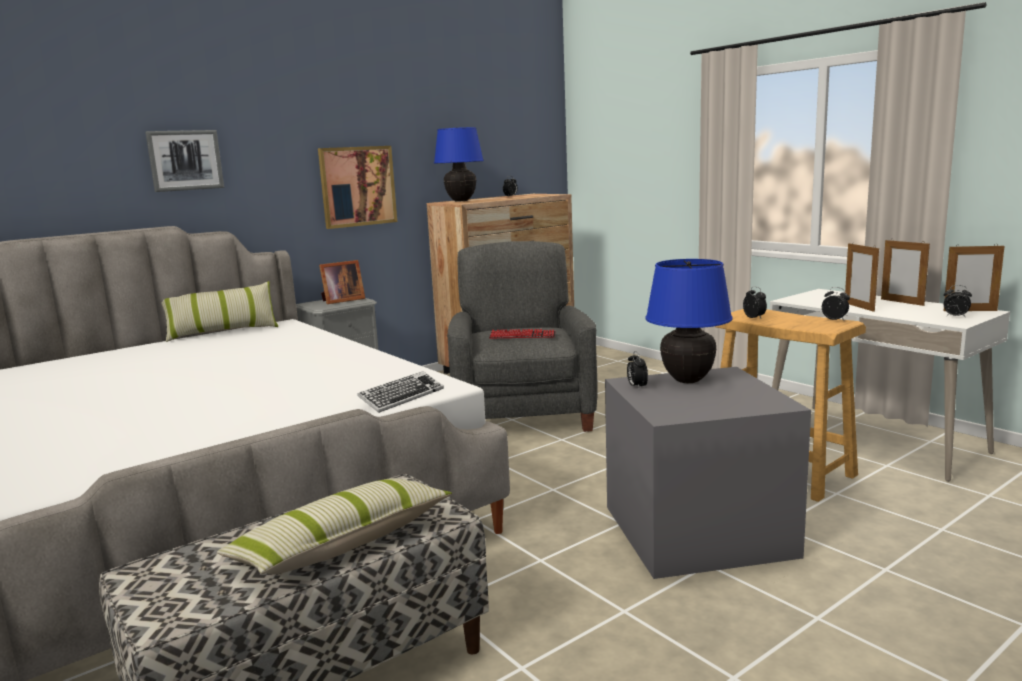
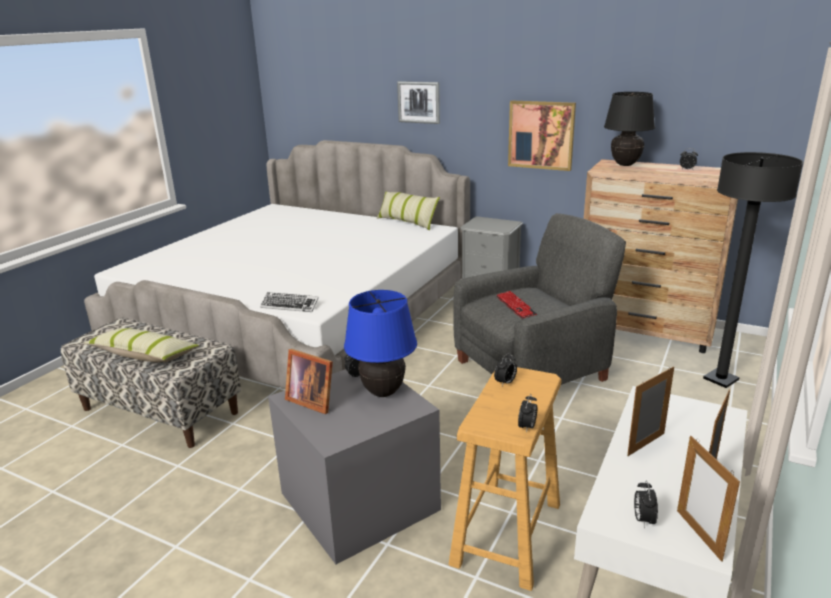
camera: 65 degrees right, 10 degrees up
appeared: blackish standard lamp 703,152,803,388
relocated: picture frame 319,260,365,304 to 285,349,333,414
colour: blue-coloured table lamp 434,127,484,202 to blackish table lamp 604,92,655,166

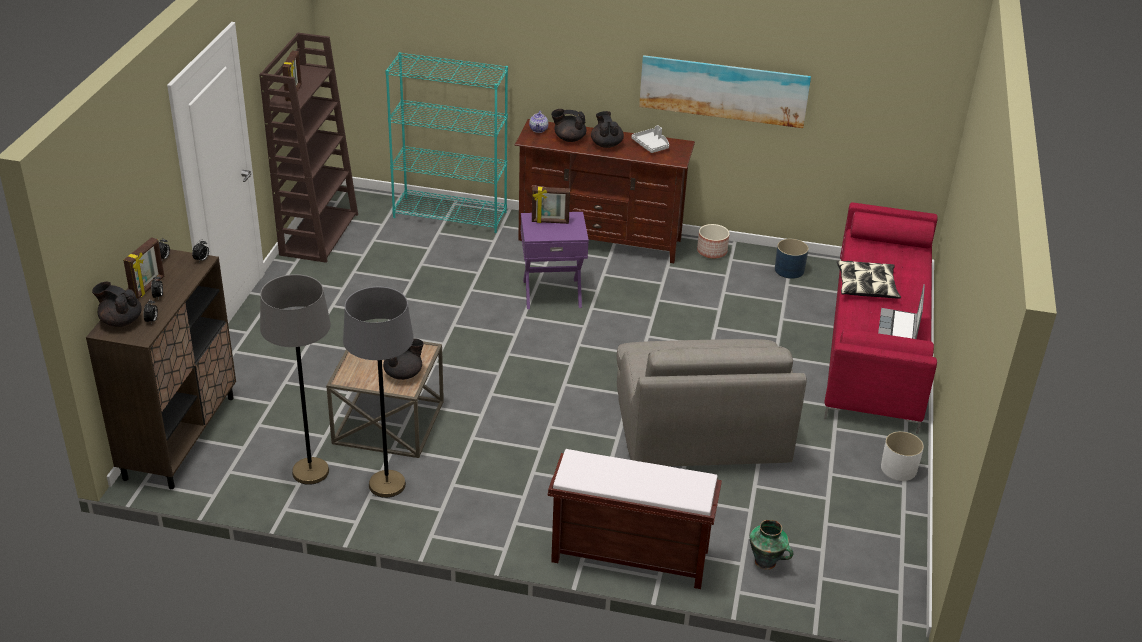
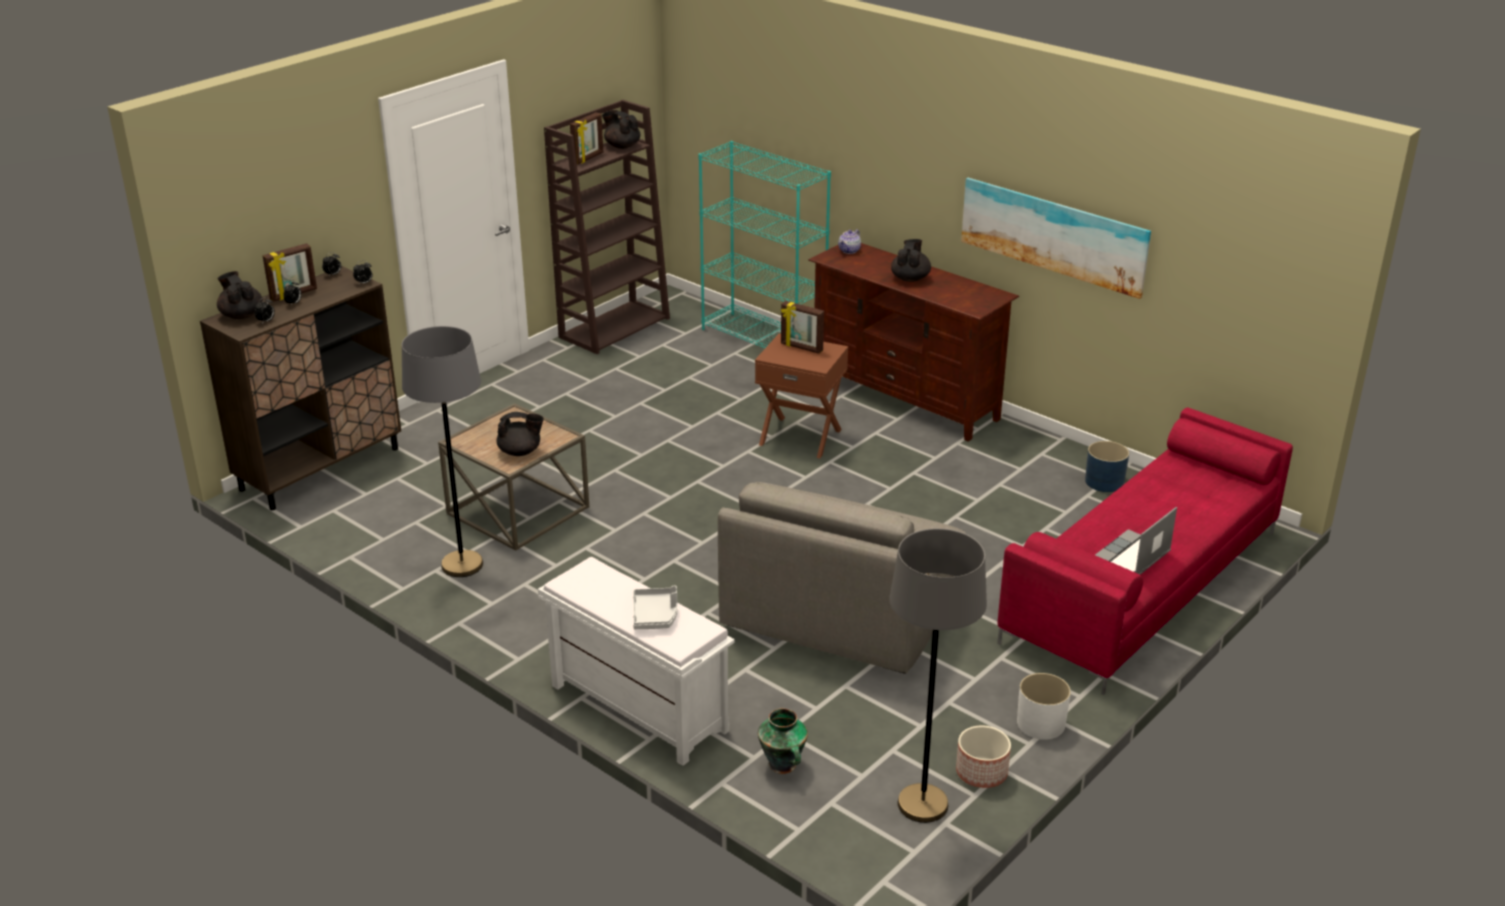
camera: 30 degrees right, 5 degrees down
missing: pillow 837,260,901,298
relocated: blackish pot for tea 551,109,586,142 to 602,110,640,149; greyish carrying tray 631,125,669,153 to 633,586,678,629; greyish standard lamp 260,274,331,485 to 889,528,987,823; flower pot 697,224,730,259 to 956,725,1011,788
colour: brown bench 548,449,722,589 to white bench 538,557,735,766; purplish end table 521,212,589,309 to brown end table 755,333,848,459

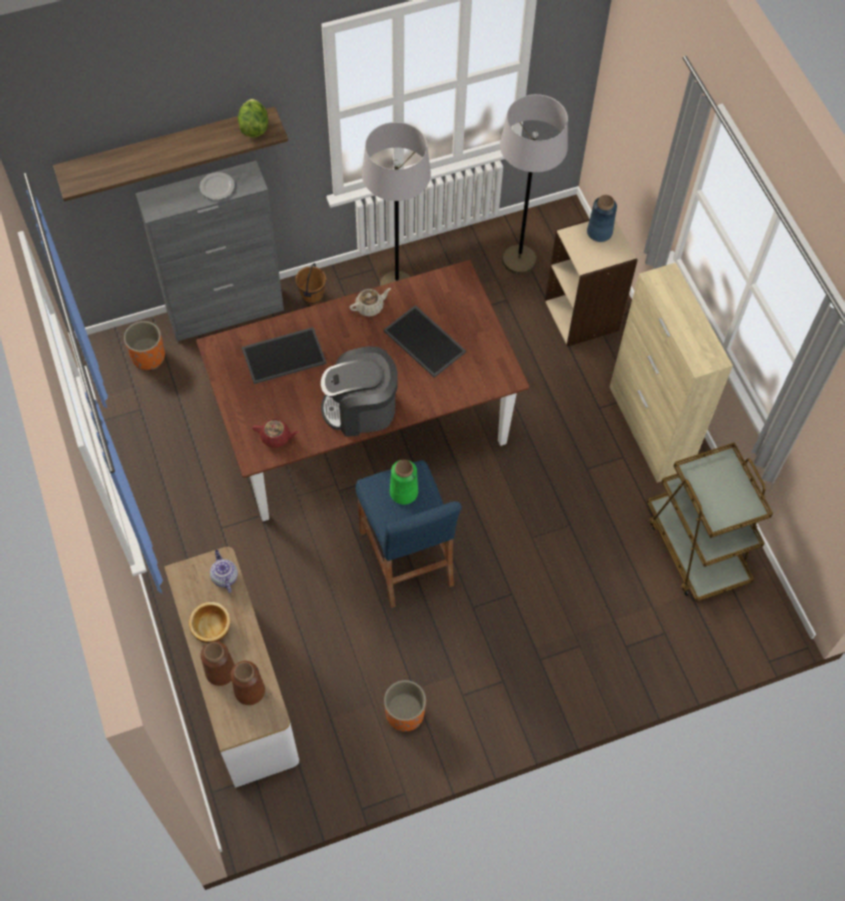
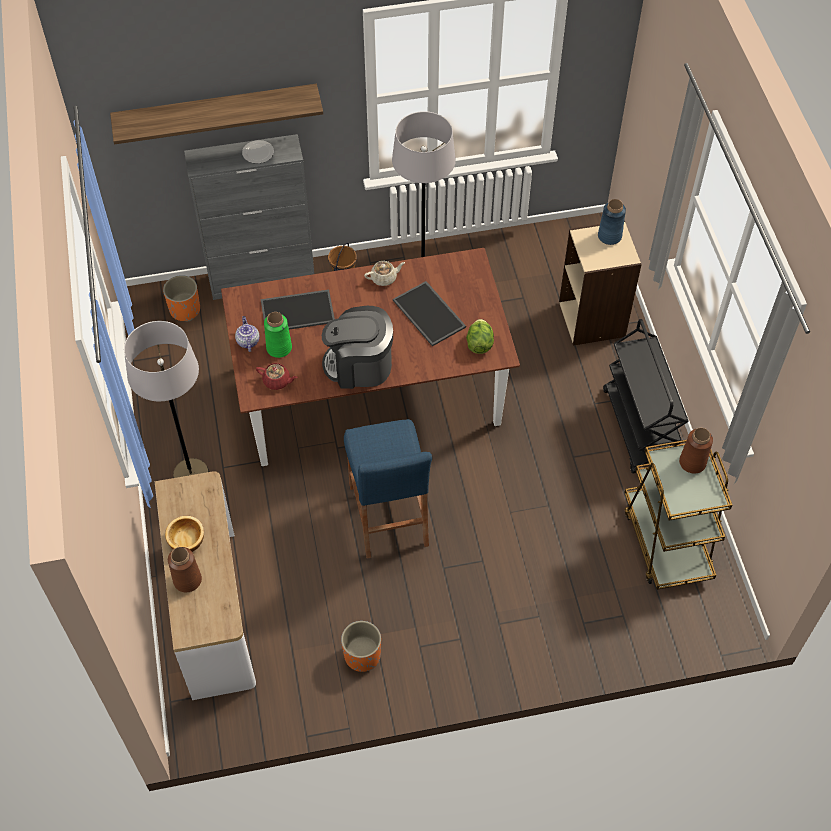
camera: 10 degrees right, 5 degrees down
relocated: greyish standard lamp 500,94,568,274 to 124,321,209,478; pot for tea 210,550,238,593 to 235,316,260,352; green-coloured flower vase 390,460,418,505 to 264,312,292,358; lettuce head 238,99,268,137 to 466,319,494,354; brown flower vase 231,661,265,705 to 679,428,713,474
exchanged: beige-coloured cabinet 609,263,733,483 to blackish cart 603,319,689,474

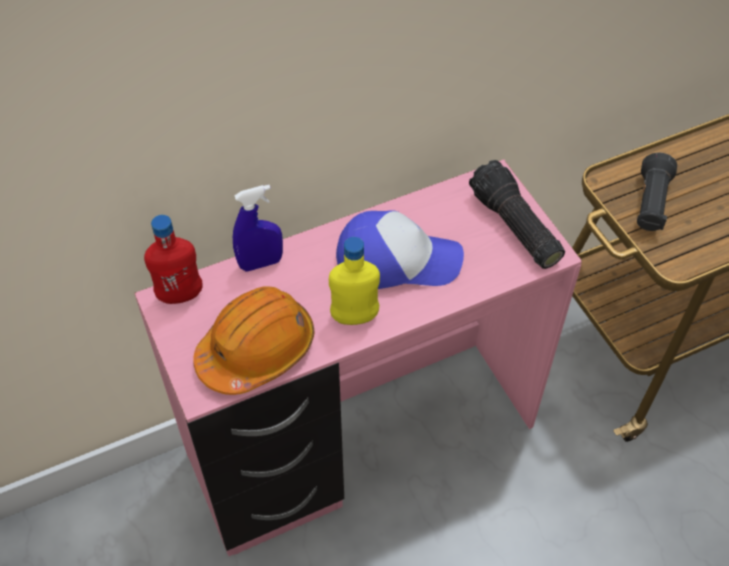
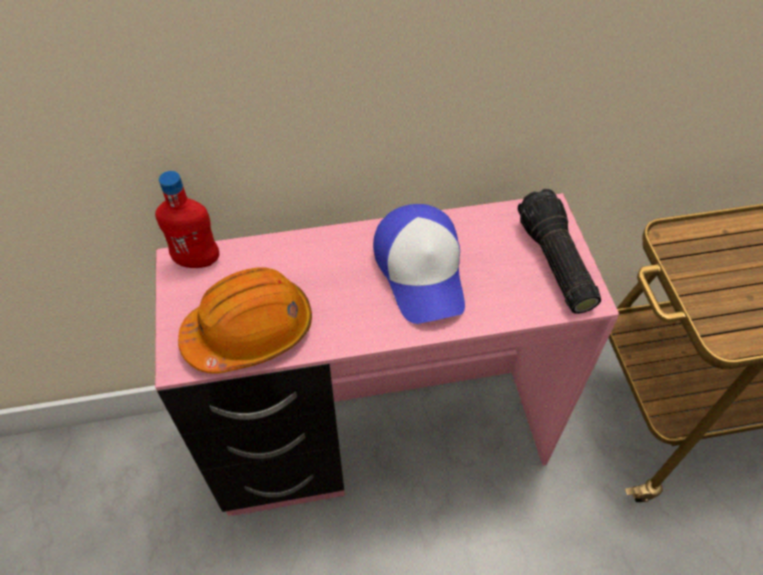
camera: 15 degrees right, 0 degrees up
missing: blue-coloured spray bottle 233,185,283,271; yellow-coloured drink bottle 329,237,380,325; blackish torch 637,153,677,231
spun: peaked cap 336,210,464,289 = 373,204,465,324 60 degrees clockwise

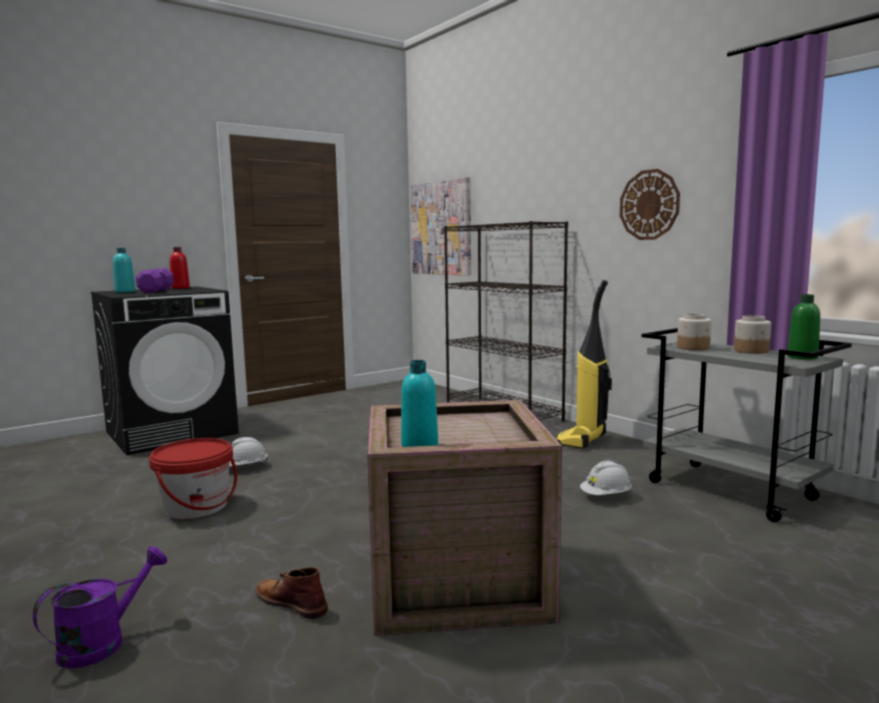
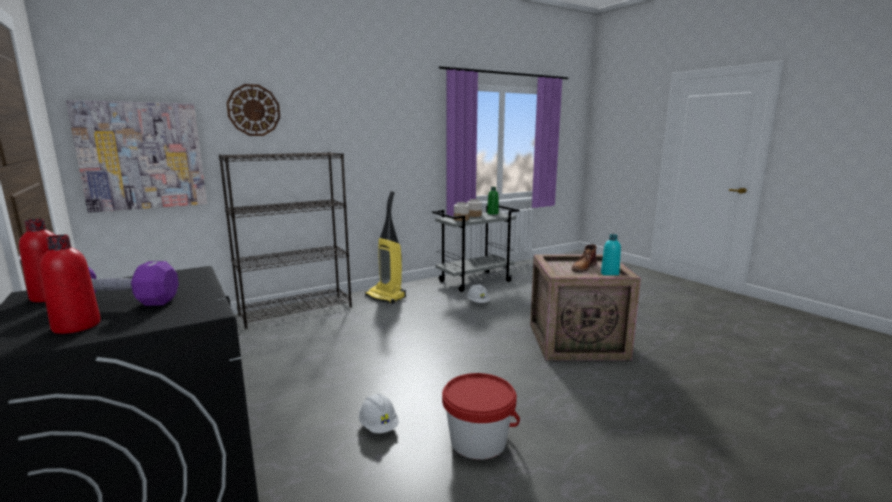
camera: 85 degrees left, 5 degrees up
missing: purplish watering can 33,546,168,668
relocated: wall clock 620,169,680,240 to 226,84,280,136; brown high-top boot 255,567,328,619 to 571,244,597,272
colour: turquoise drink bottle 113,248,135,293 to reddish drink bottle 40,235,101,334

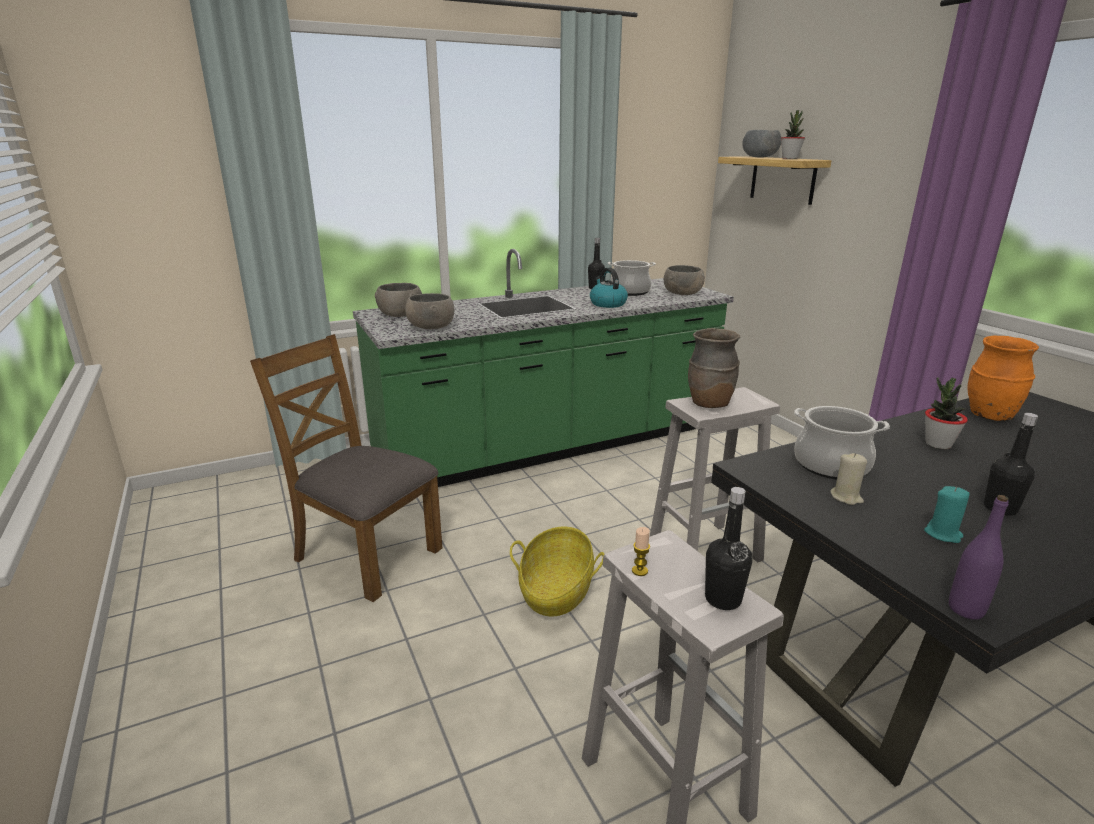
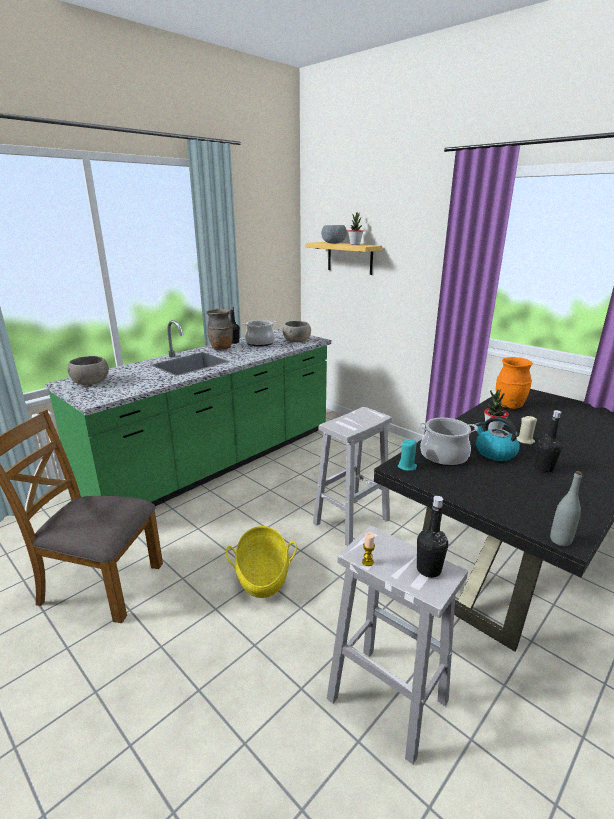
camera: 20 degrees left, 0 degrees up
missing: greyish bowl 405,293,454,329
relocated: brown flower vase 688,328,740,408 to 206,309,233,350; turquoise wax light 924,486,970,543 to 398,440,417,471; kettle 590,268,628,308 to 474,416,520,461; beige-coloured wax light 830,453,867,505 to 517,416,537,445
colour: purplish drink bottle 949,495,1009,620 to greyish drink bottle 550,471,582,546

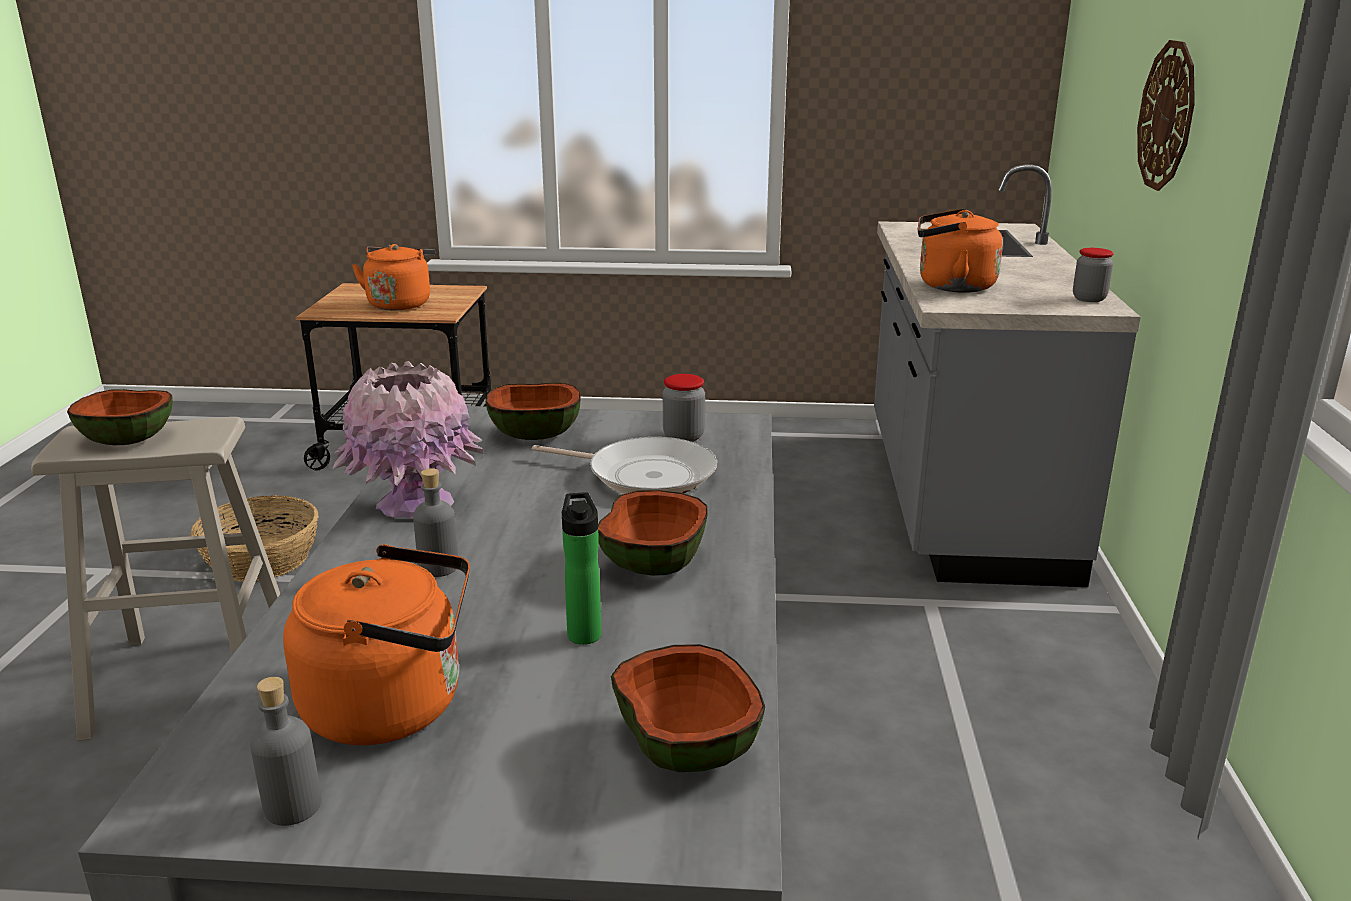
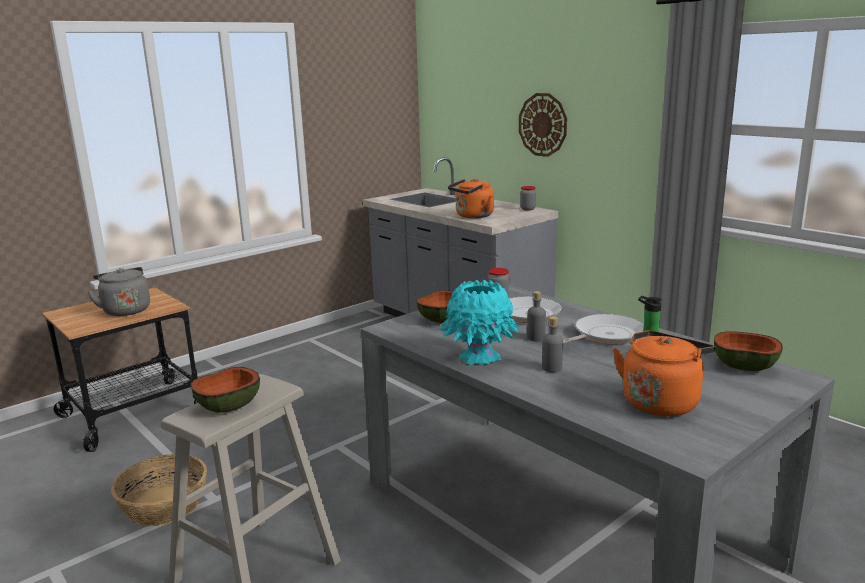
camera: 45 degrees left, 5 degrees down
relocated: greyish drink bottle 250,677,322,826 to 527,291,546,342
exchanged: bowl 598,490,708,576 to pan 563,314,644,345
colour: orange-coloured kettle 352,244,435,311 to greyish kettle 87,267,150,316; pink flower vase 333,361,484,518 to turquoise flower vase 439,280,519,365

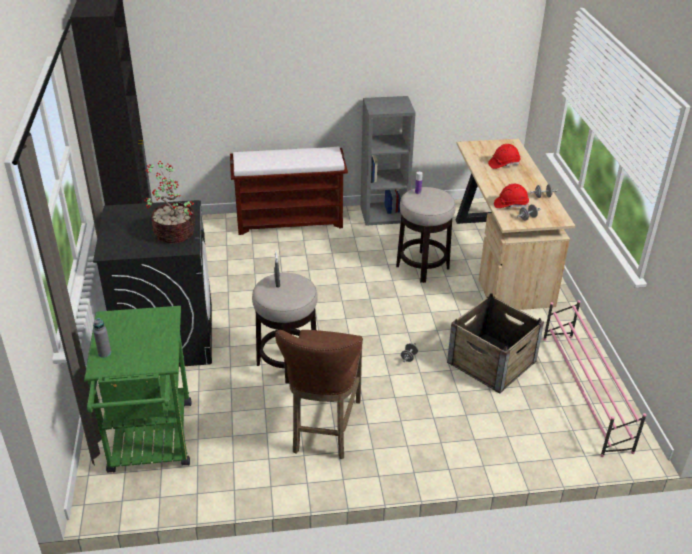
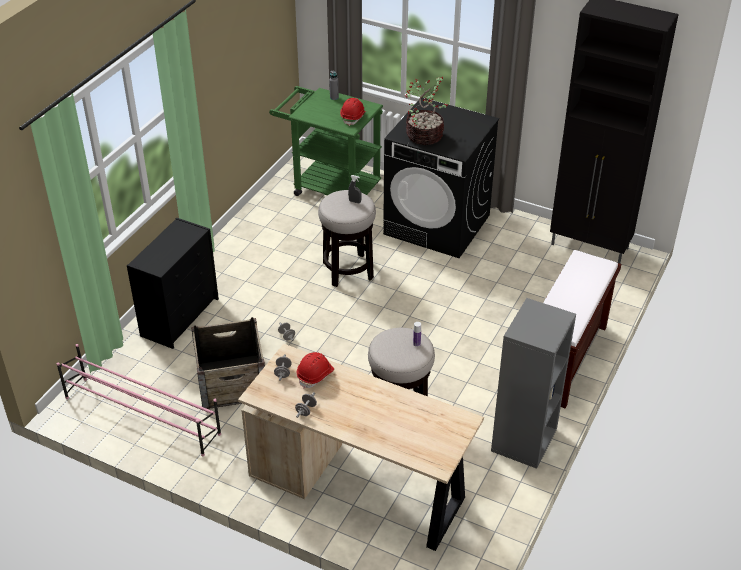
camera: 125 degrees right, 5 degrees up
missing: brown stool 275,330,363,459
appeared: blackish dresser 127,218,219,349
relocated: reddish hard hat 488,144,520,169 to 340,98,366,126

